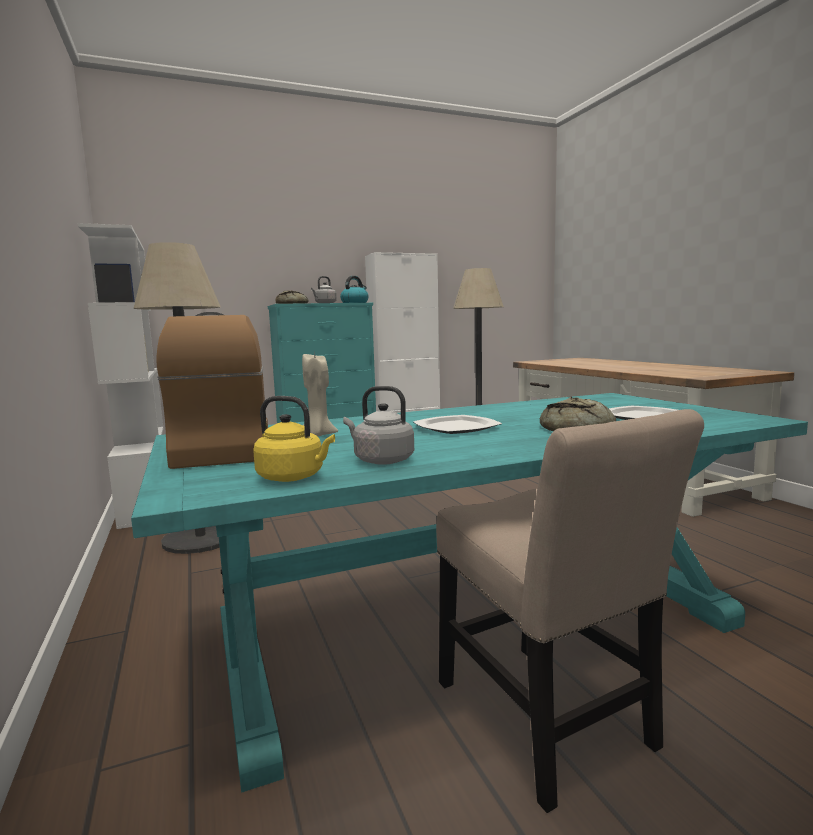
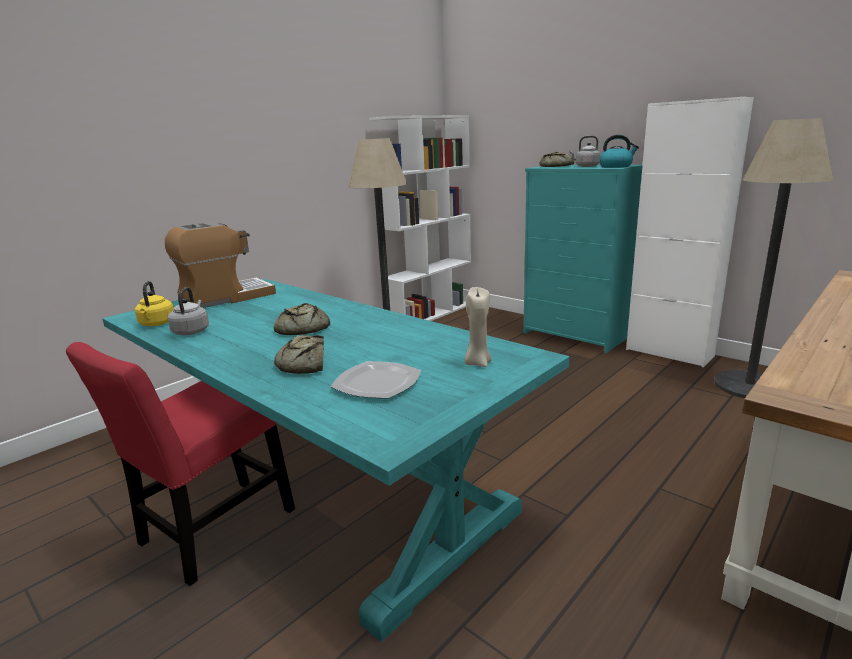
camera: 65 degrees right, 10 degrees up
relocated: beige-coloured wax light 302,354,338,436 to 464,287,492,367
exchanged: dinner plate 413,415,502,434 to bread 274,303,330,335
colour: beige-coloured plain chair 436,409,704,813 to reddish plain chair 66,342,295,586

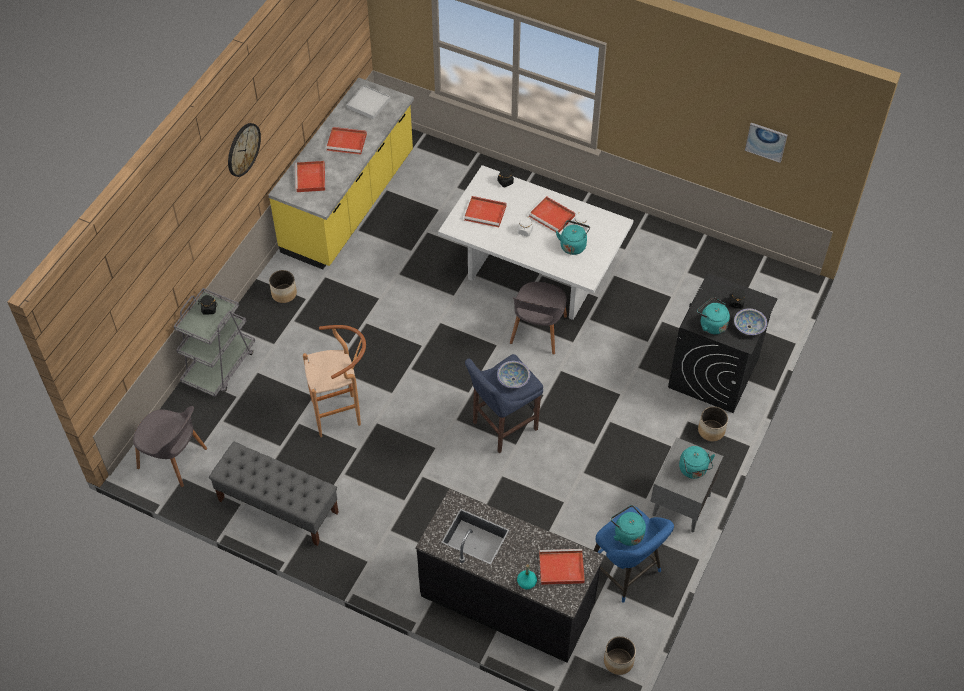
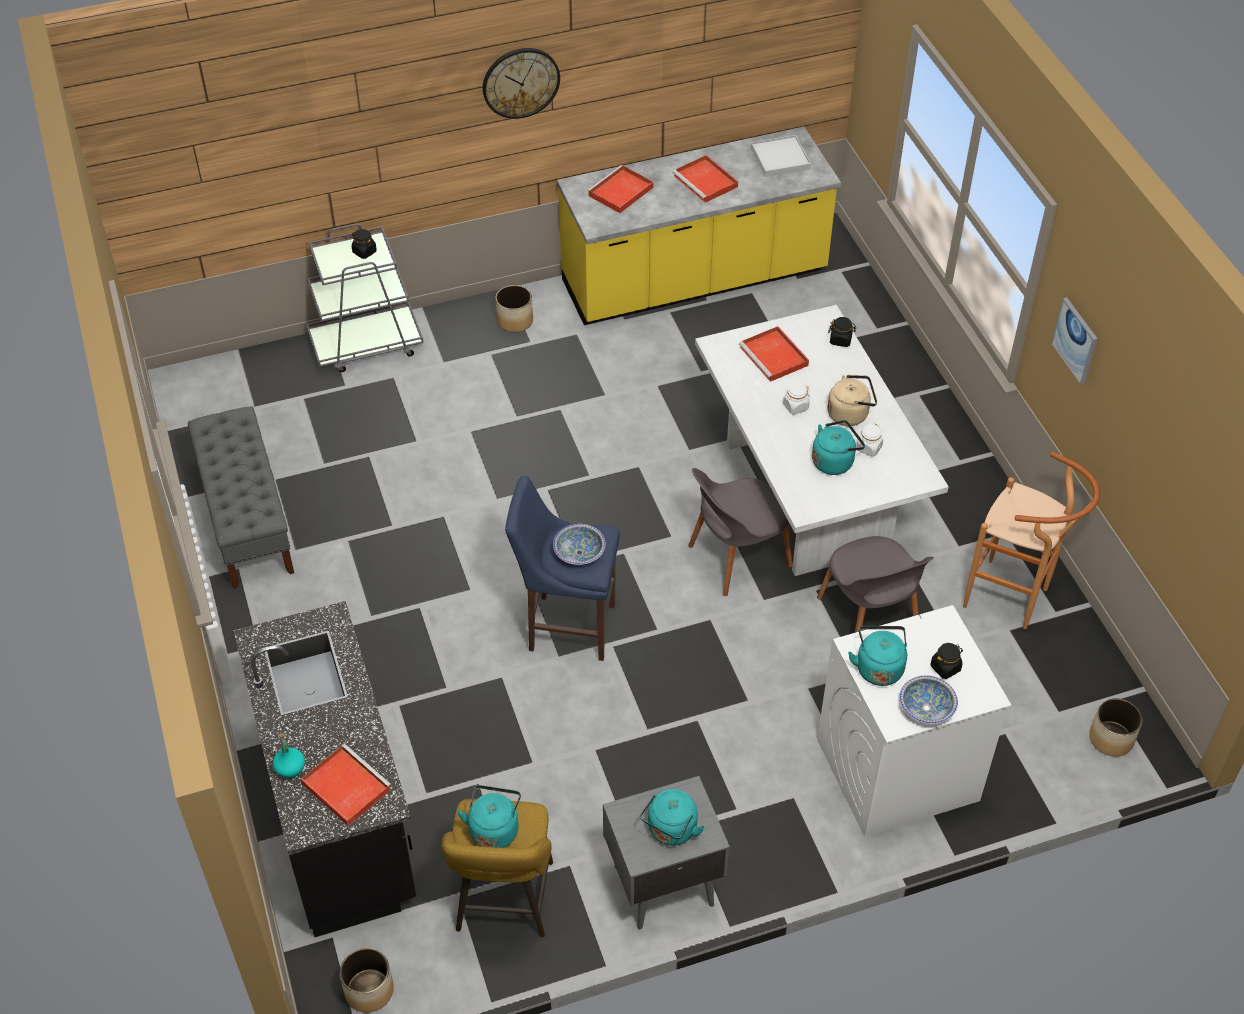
camera: 45 degrees right, 5 degrees down
relocated: greyish plain chair 133,406,207,487 to 817,536,934,633; brown stool 303,325,366,437 to 963,452,1100,629; wall picture 745,123,787,163 to 1051,297,1098,385; flower pot 698,406,728,442 to 1089,698,1142,756
exchanged: reddish carrying tray 529,196,575,232 to beige-coloured kettle 827,375,877,426
colour: blue-coloured stool 594,506,674,603 to yellow-coloured stool 441,799,553,937; blackish laundry appliance 668,273,777,413 to white laundry appliance 817,605,1011,837

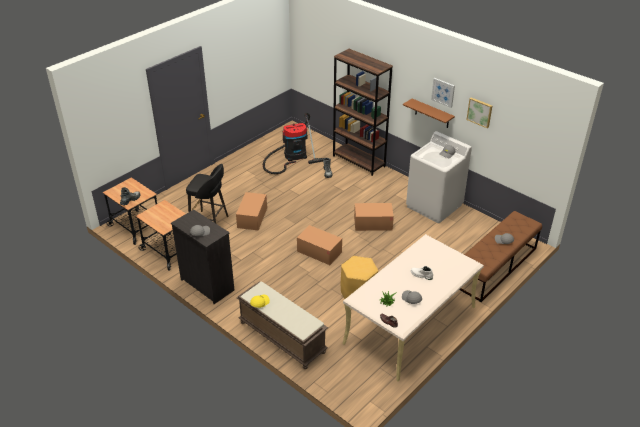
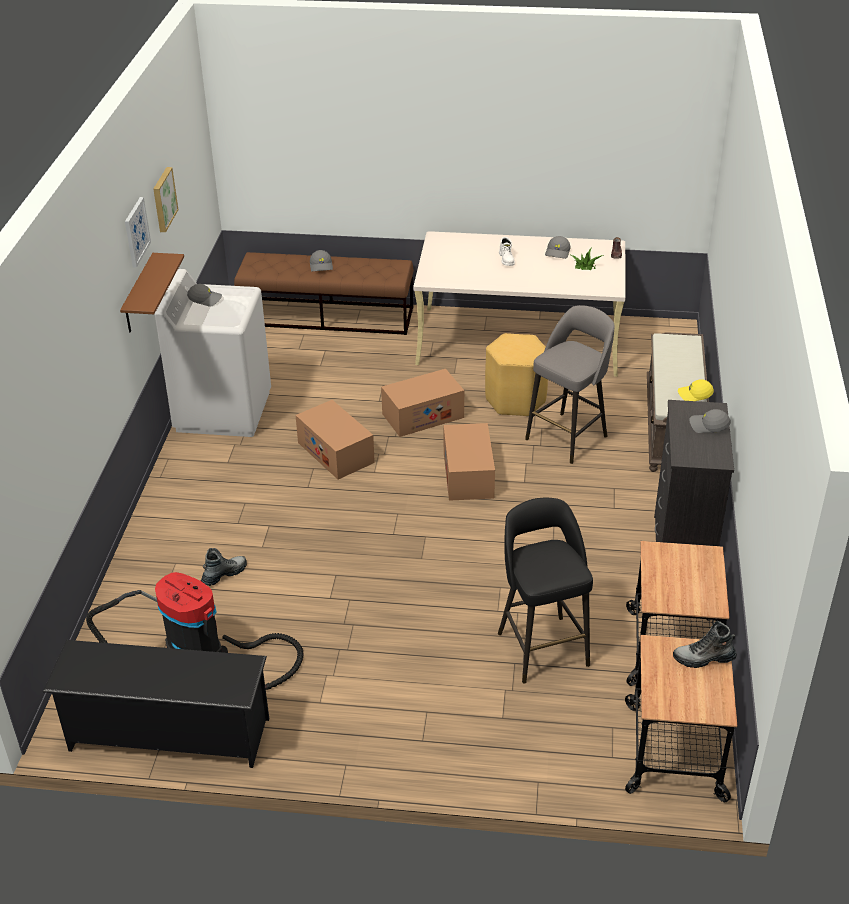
camera: 125 degrees left, 0 degrees up
missing: brown shelving unit 333,49,393,176
appeared: blackish shoe stand 43,640,269,768; greyish stool 525,305,615,464
relocated: carton 236,192,267,231 to 381,369,464,437

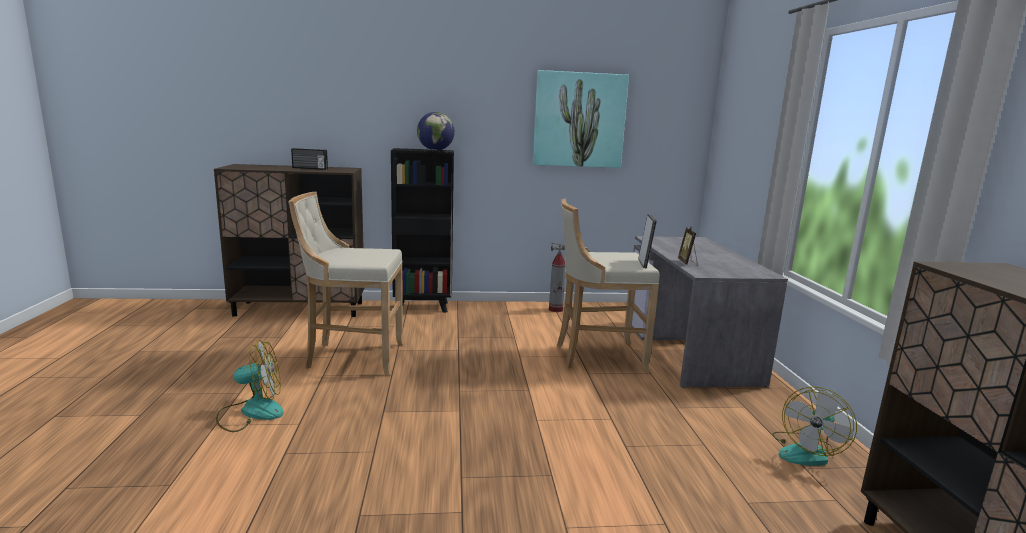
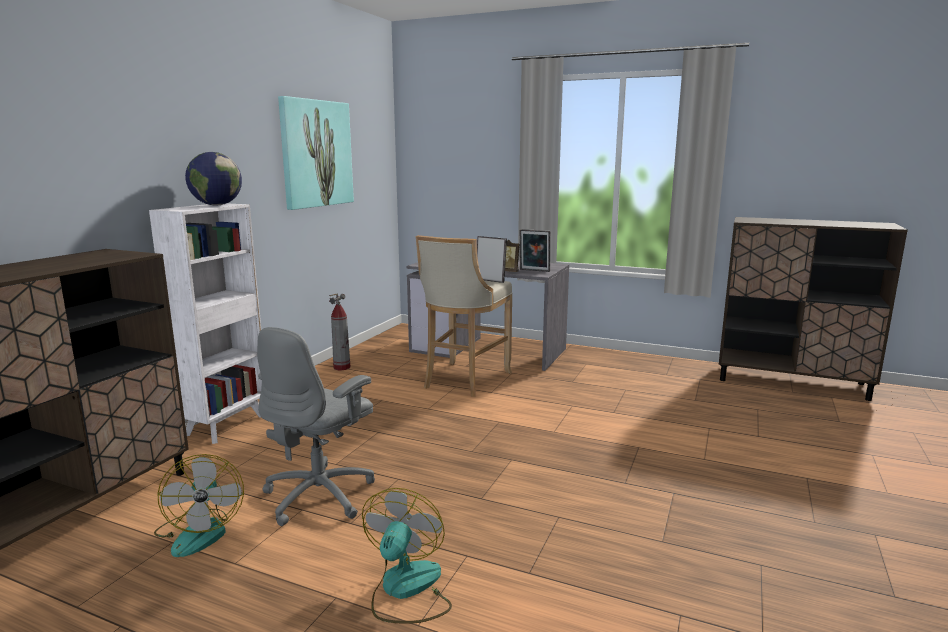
camera: 60 degrees left, 0 degrees up
missing: radio receiver 291,148,328,170
appeared: picture frame 520,229,550,272
relocated: electric fan 772,387,857,466 to 154,454,244,557
exchanged: beige-coloured stool 288,192,404,376 to greyish desk chair 257,327,375,526
colour: blackish shelving unit 391,148,454,313 to white shelving unit 149,203,262,444

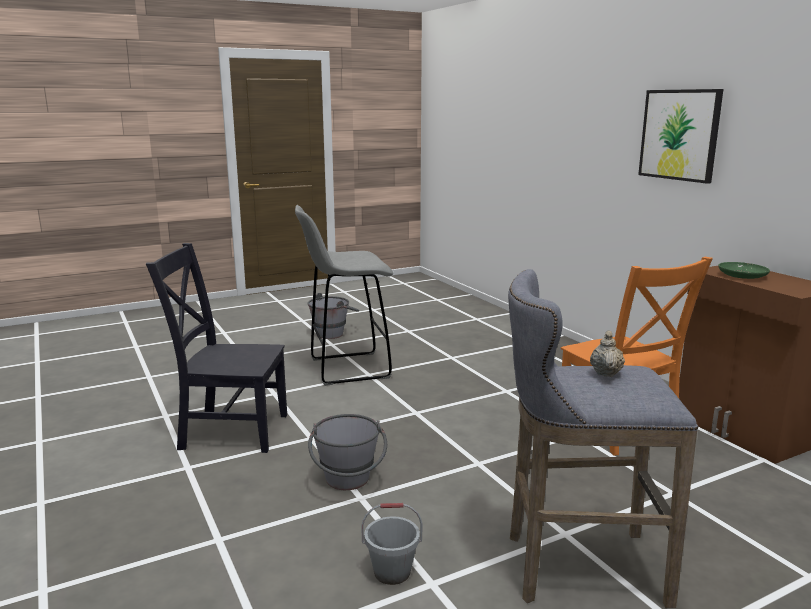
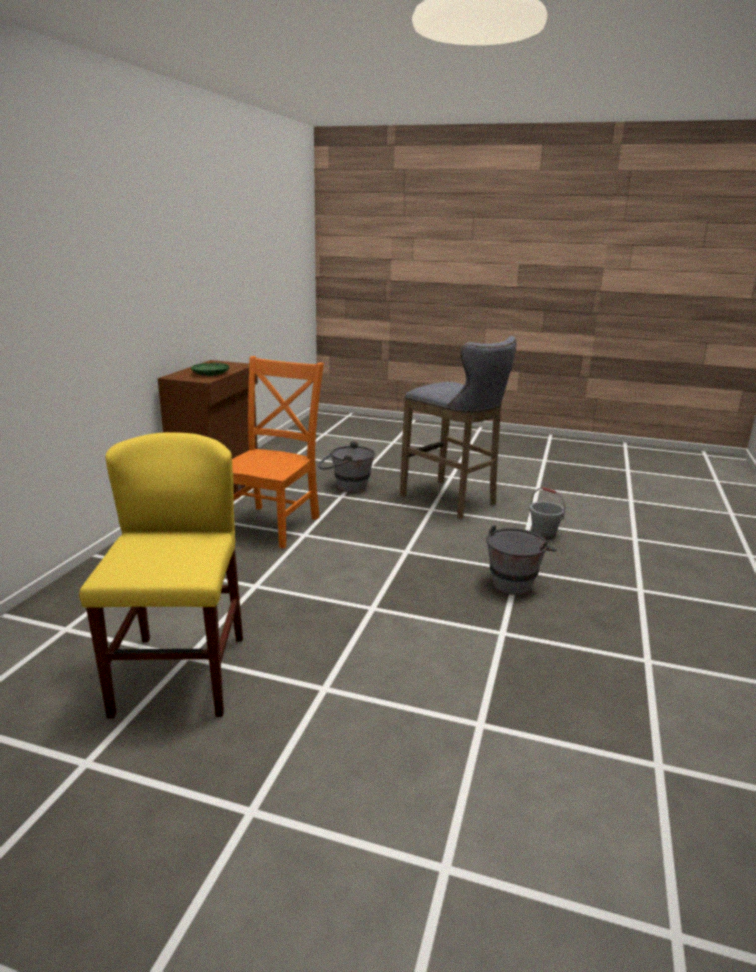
camera: 135 degrees left, 5 degrees up
missing: blackish plain chair 146,243,287,453; greyish stool 295,205,393,386; beige-coloured pot for tea 590,331,625,377; wall picture 638,89,724,184
appeared: yellow-coloured plain chair 79,432,243,718
relocated: greyish water bucket 307,293,359,339 to 318,441,375,493

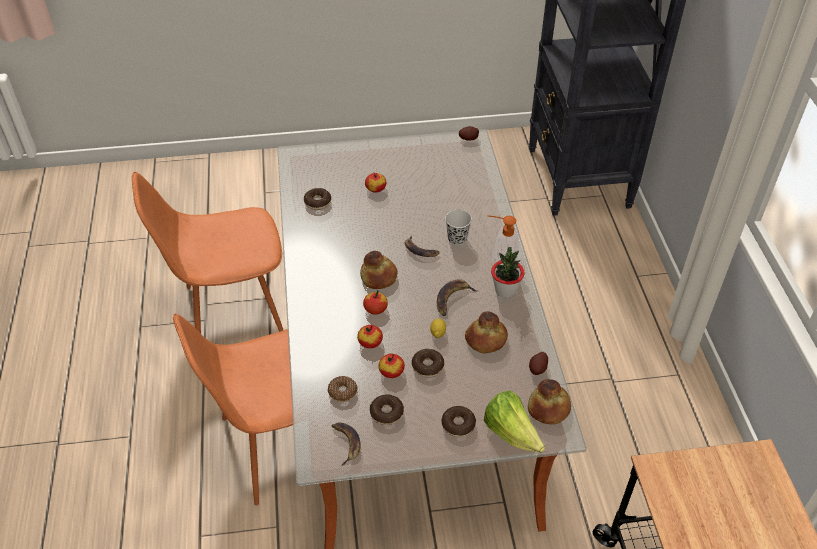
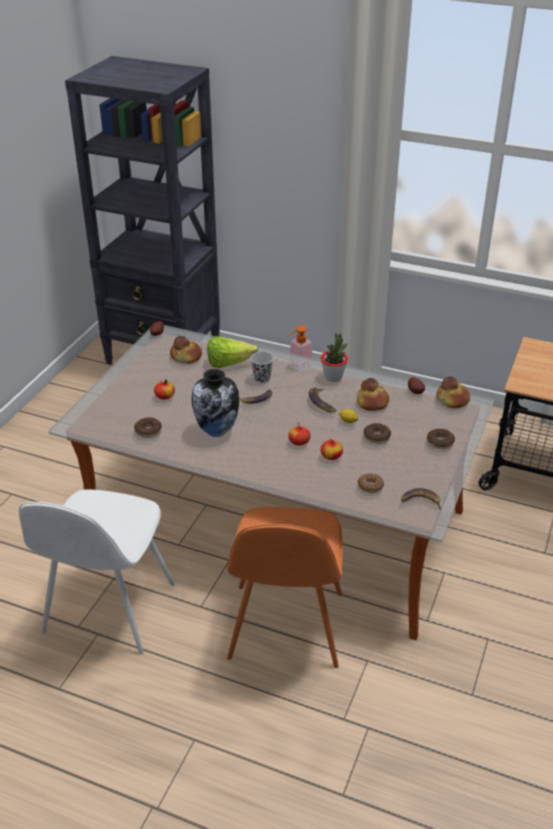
camera: 60 degrees left, 10 degrees down
missing: doughnut 370,394,404,425; apple 378,354,405,378
appeared: flower vase 192,369,239,437
relocated: bread 360,251,398,289 to 170,336,202,364; lettuce head 484,390,545,453 to 207,336,258,368
colour: orange-coloured plain chair 132,172,284,333 to white plain chair 19,489,175,655

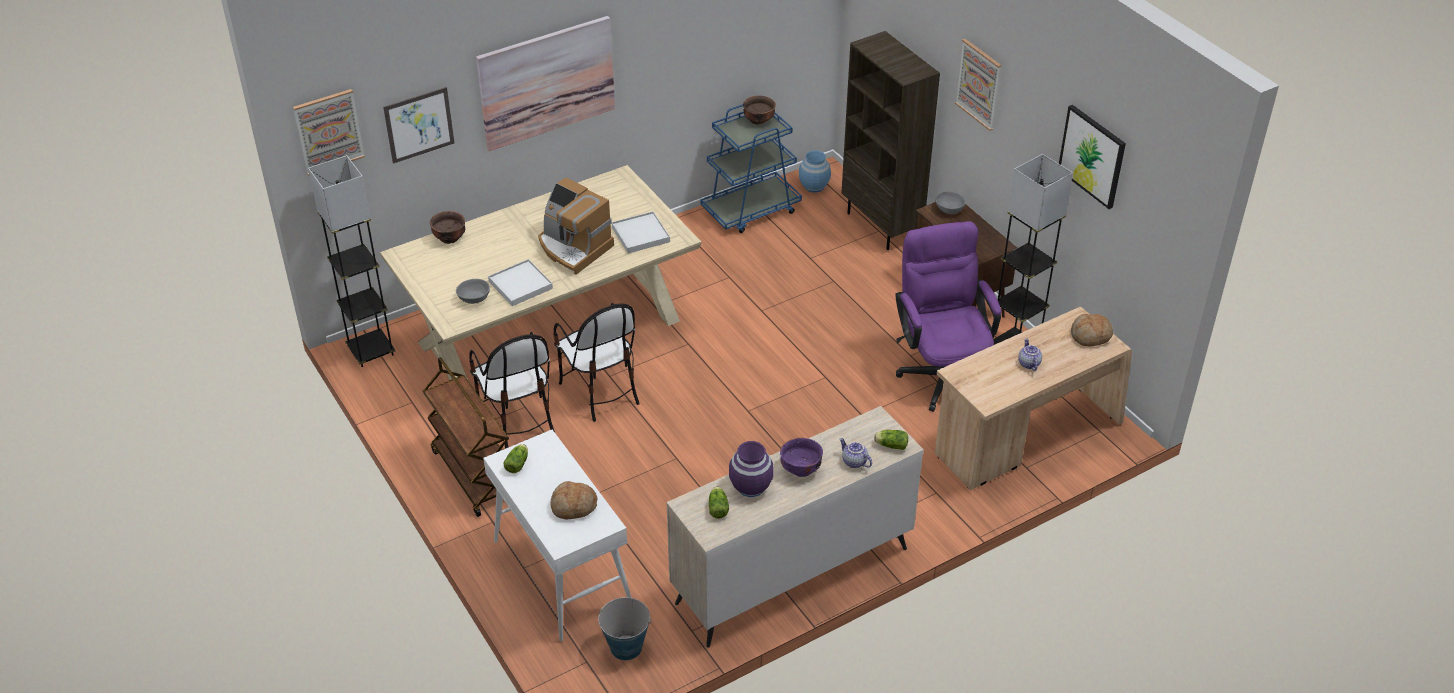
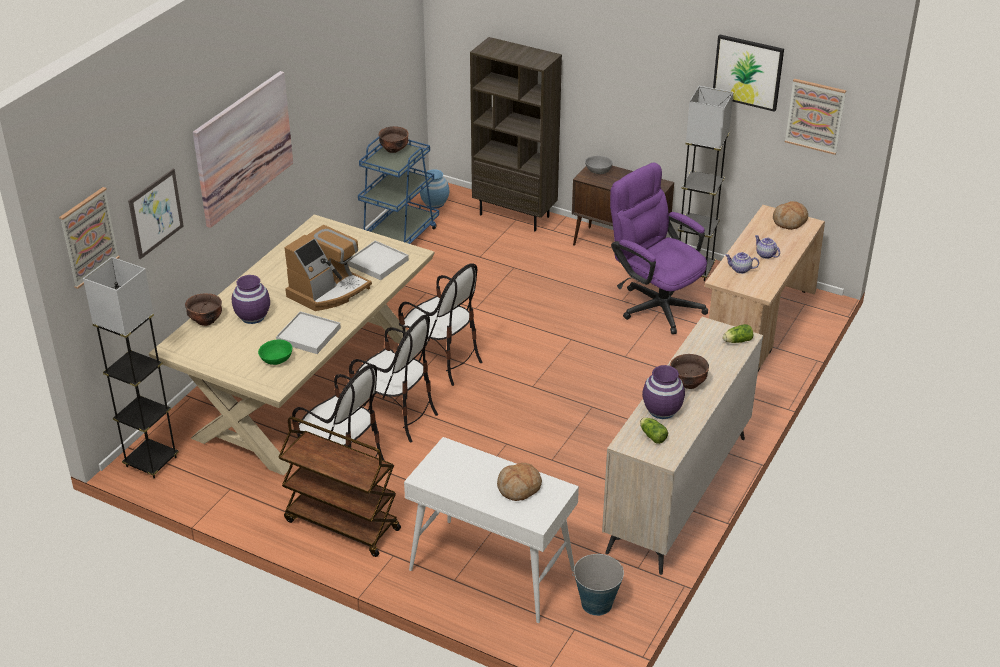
camera: 30 degrees left, 5 degrees down
missing: lettuce head 503,444,528,473
appeared: purplish flower vase 232,275,270,324; plain chair 398,263,482,386
relocated: pot for tea 839,438,872,468 to 725,252,759,274; wall picture 955,39,1001,131 to 785,79,846,155
colour: greyish bowl 456,279,490,304 to green-coloured bowl 258,340,292,365; purplish bowl 780,438,823,477 to brown bowl 670,354,709,389
spun: coffee brewer 538,178,614,275 = 284,225,372,311 60 degrees counterclockwise

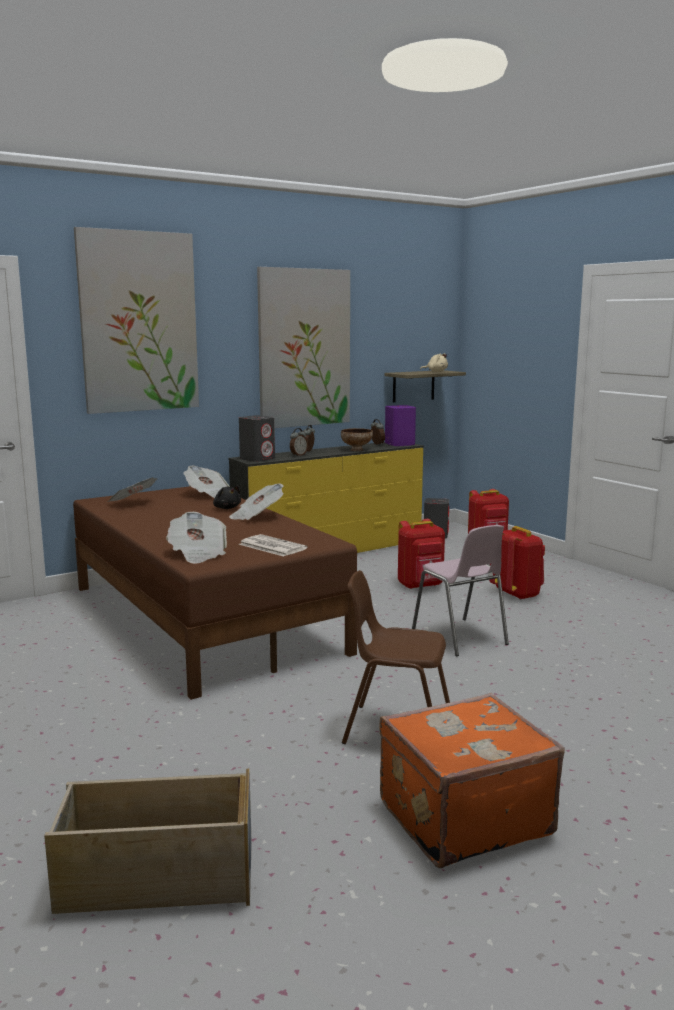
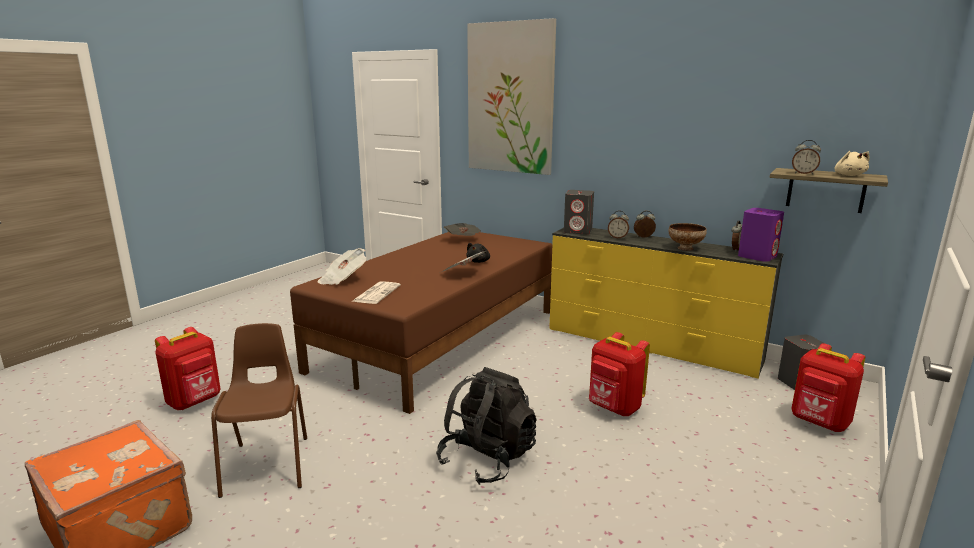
camera: 65 degrees right, 5 degrees up
missing: beige-coloured storage bin 44,769,252,914; daily paper 183,466,230,498; wall picture 257,267,350,428
appeared: alarm clock 792,140,821,175
relocated: reddish backpack 489,526,545,600 to 155,327,221,410
exchanged: pink plain chair 412,525,509,656 to blackish backpack 436,367,537,485

